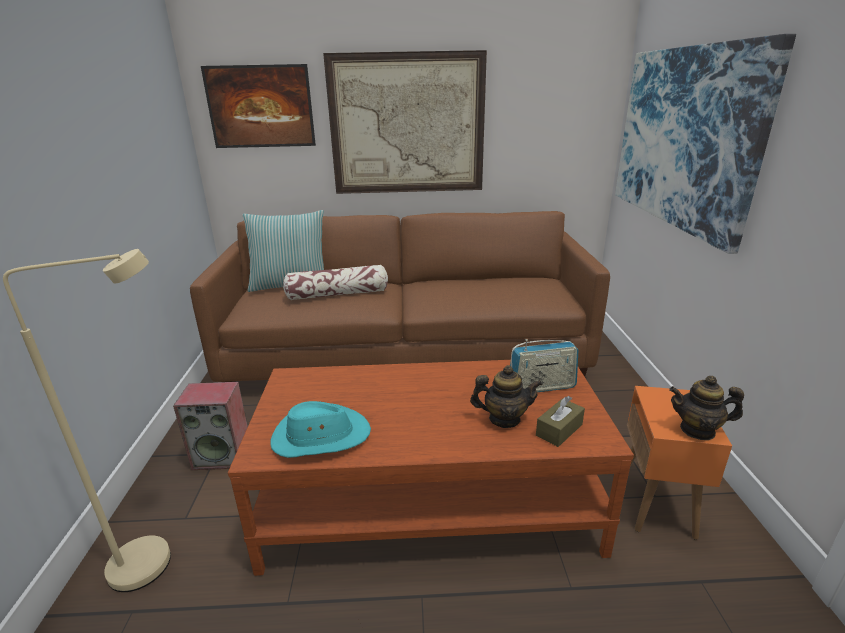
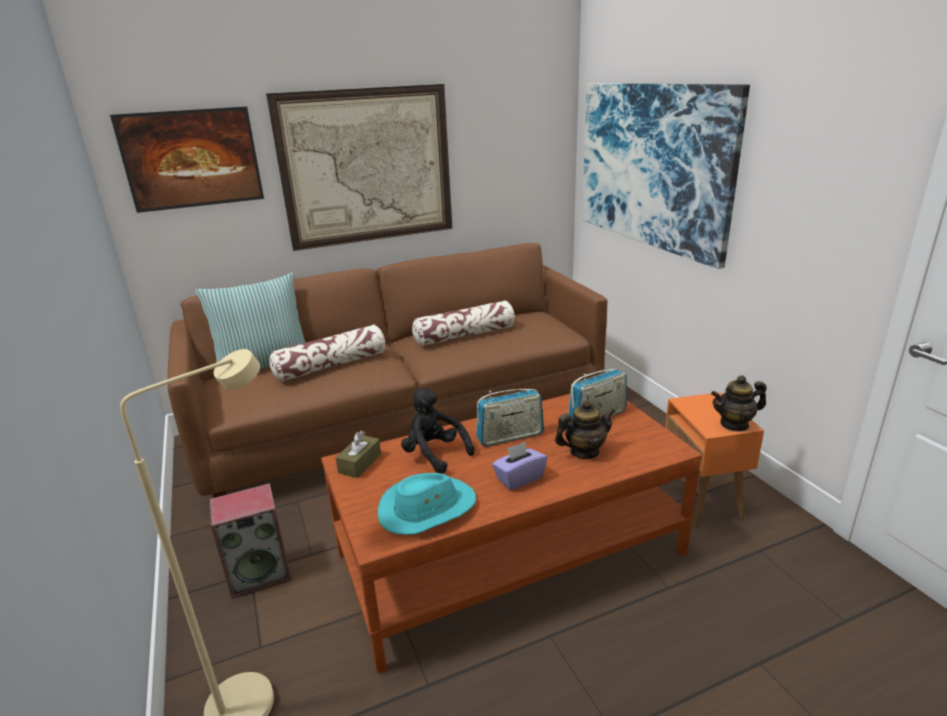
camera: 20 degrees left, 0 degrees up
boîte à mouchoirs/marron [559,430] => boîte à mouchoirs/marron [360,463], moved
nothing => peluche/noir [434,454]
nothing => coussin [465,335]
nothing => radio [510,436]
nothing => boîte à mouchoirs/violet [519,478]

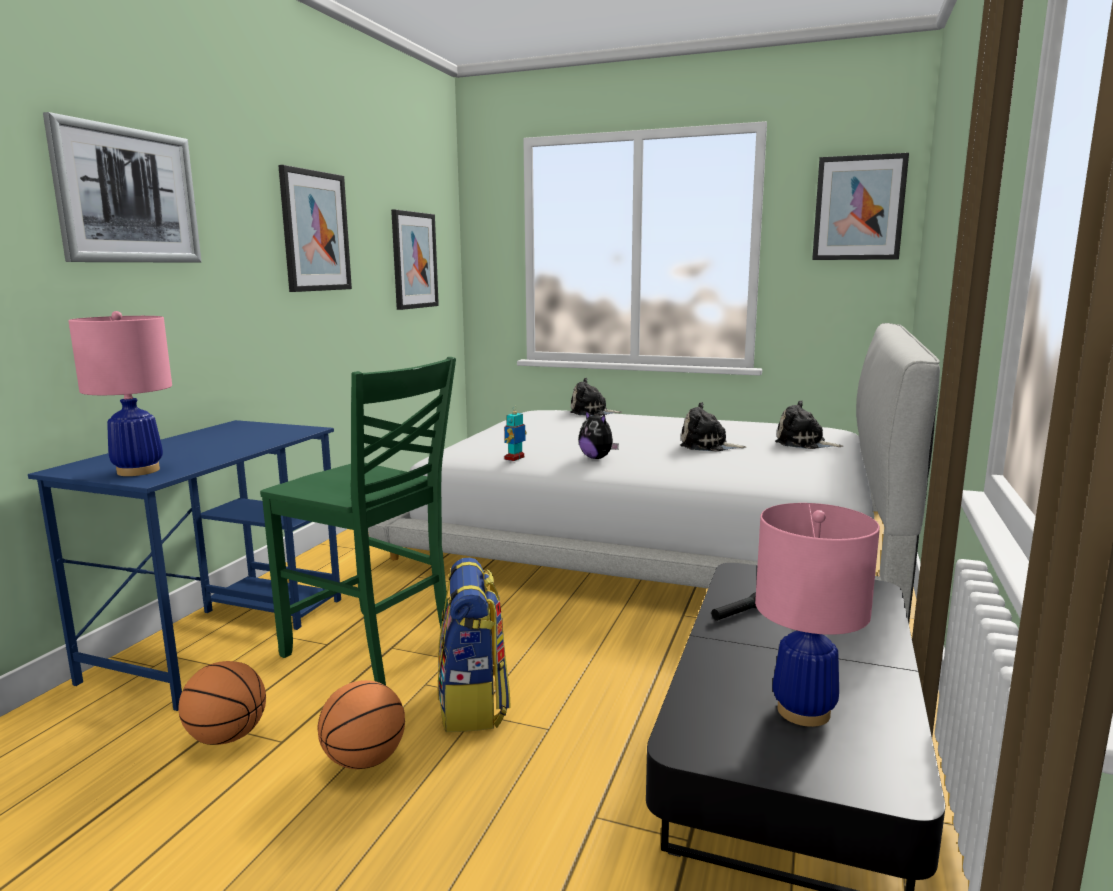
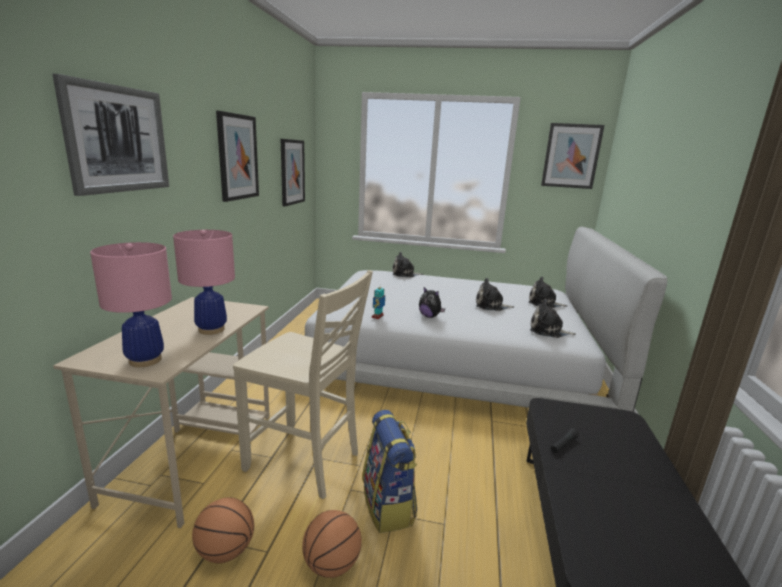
camera: 10 degrees left, 5 degrees up
bureau/bleu [223,637] => bureau/beige [195,454]
chaise/vert [372,651] => chaise/beige [305,461]
lampe de table/rose [803,711] => lampe de table/rose [211,329], moved
nothing => peluche [548,331]

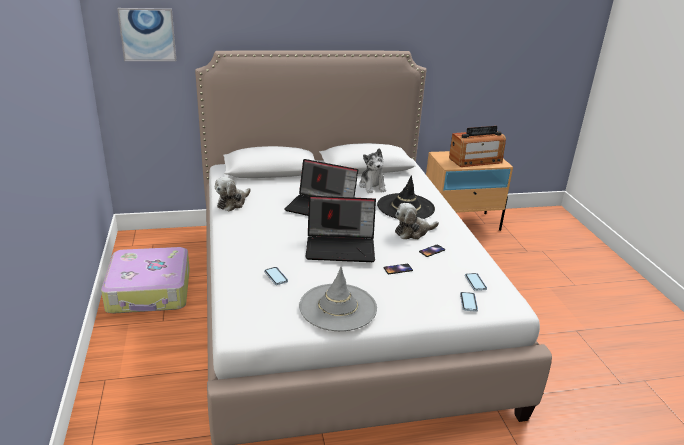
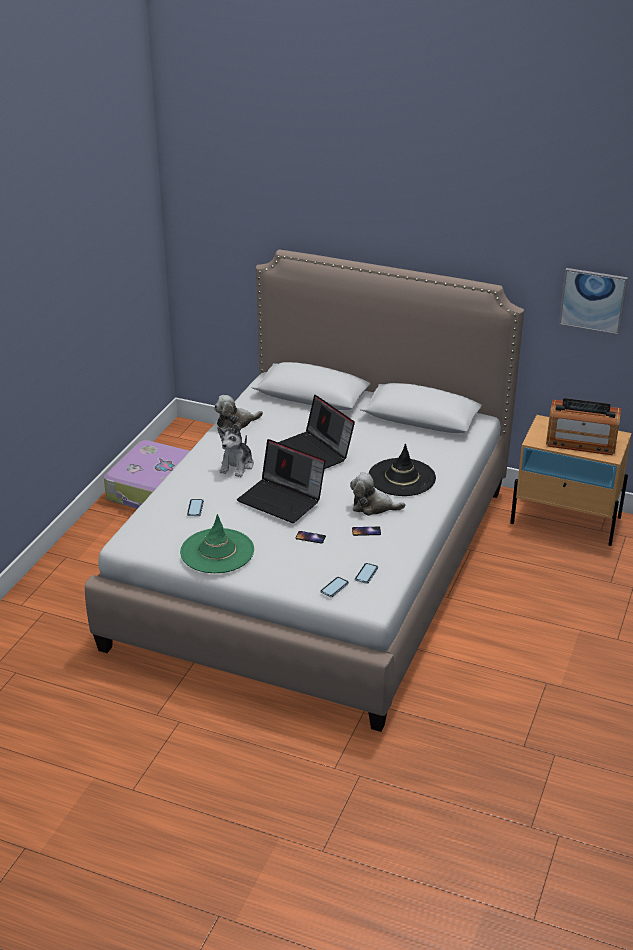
camera: 35 degrees right, 5 degrees up
tableau [147,34] => tableau [593,300], moved
chapeau/gris [338,307] => chapeau/vert [217,551]
peluche [372,186] => peluche [237,466], moved

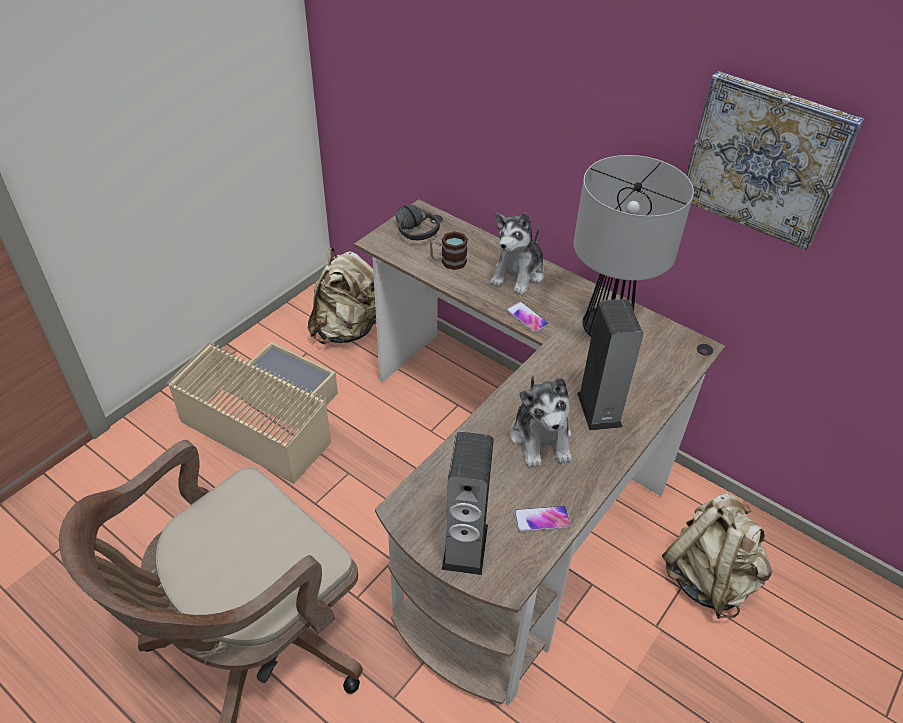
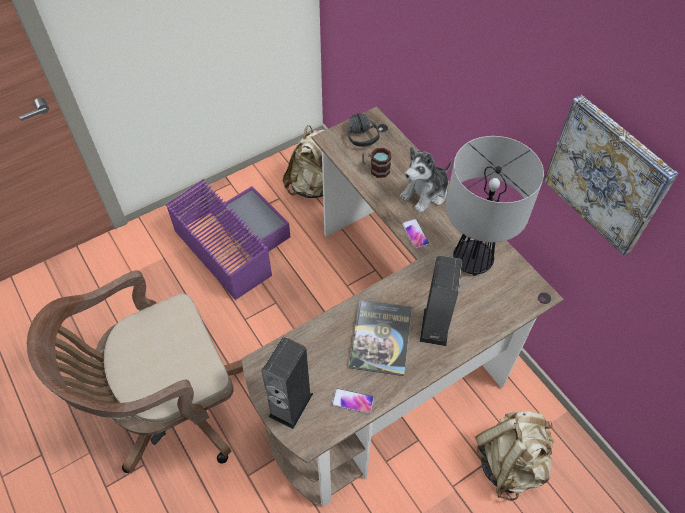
camera: 20 degrees right, 10 degrees up
boîte de rangement/beige [264,419] => boîte de rangement/violet [232,244]
peluche [541,438] => livre [380,338]

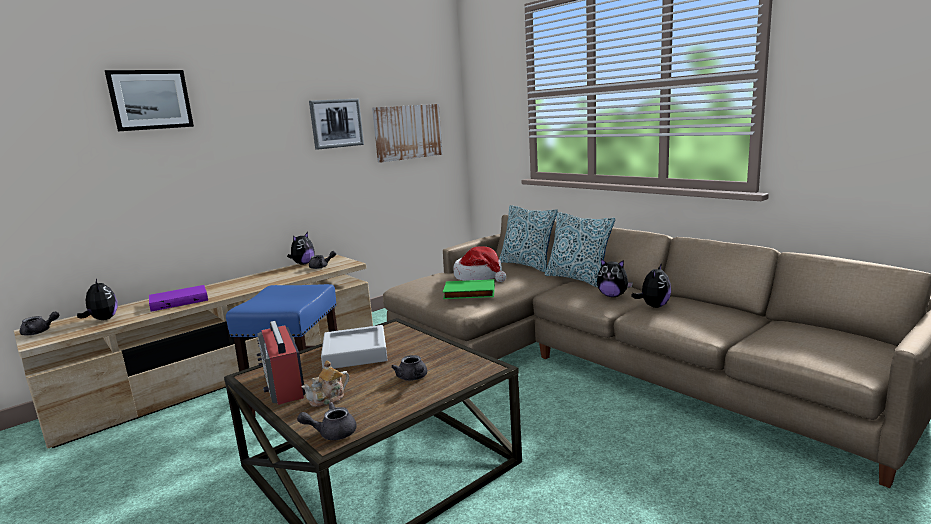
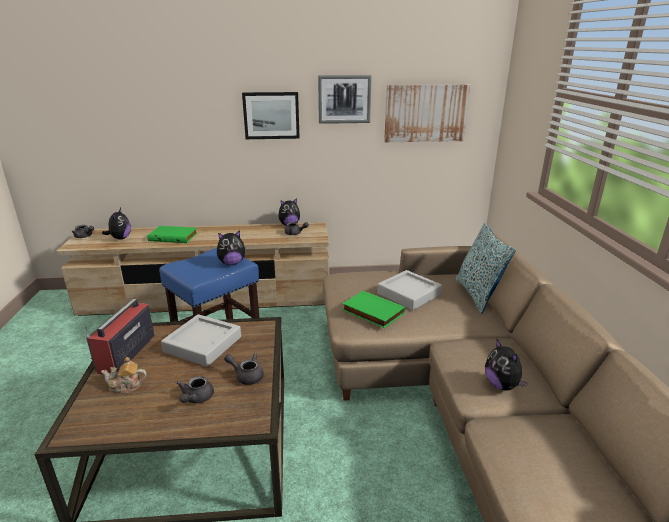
camera: 35 degrees right, 10 degrees up
tableau [150,100] => tableau [271,115], moved
livre/violet [179,301] => livre/vert [174,236]
théière/gris [332,433] => théière/gris [246,376], moved
chapeau [479,277] => plateau/gris [409,294]
coussin [578,279] => nothing
peluche [653,306] => peluche [232,263], moved

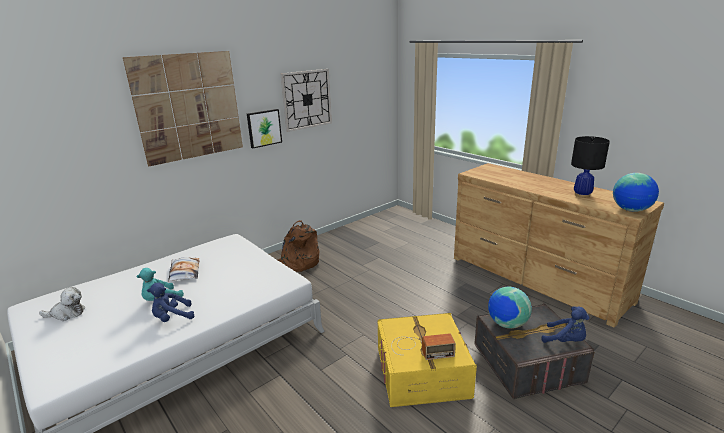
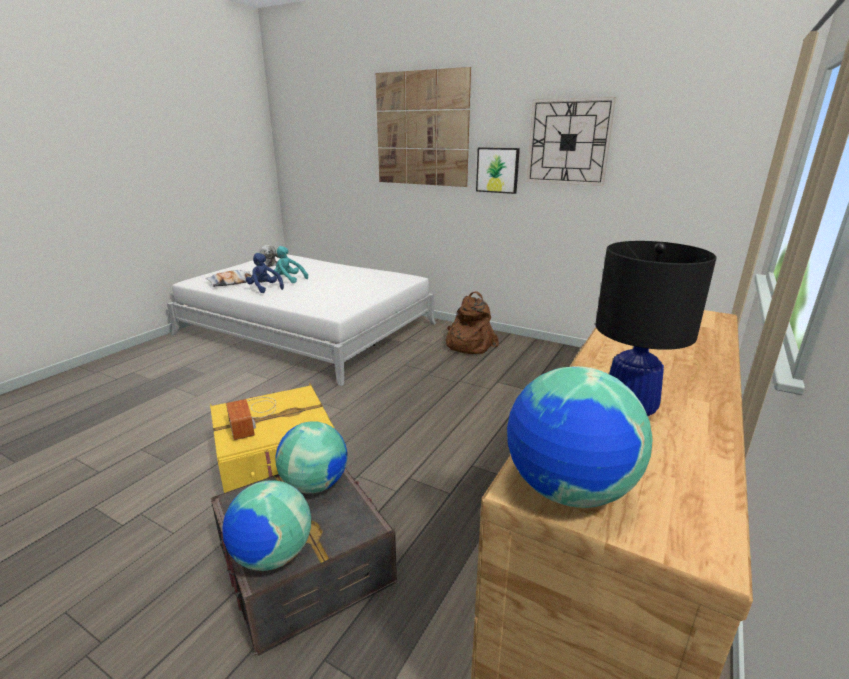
camera: 70 degrees right, 0 degrees up
coussin [184,272] => coussin [232,282], moved
peluche/bleu [565,340] => globe [272,556]

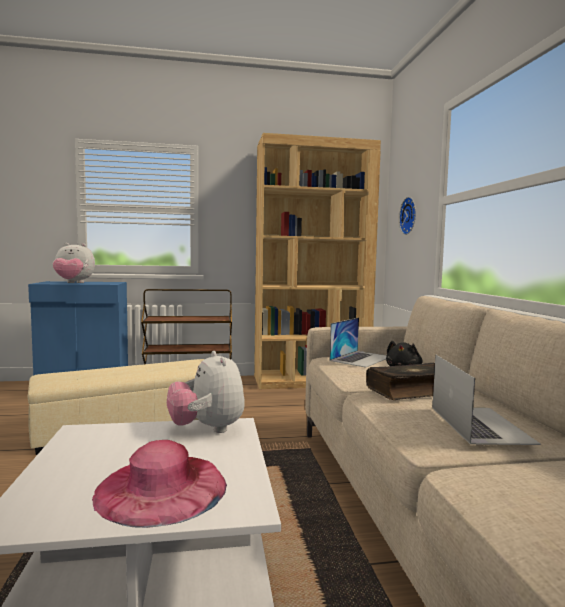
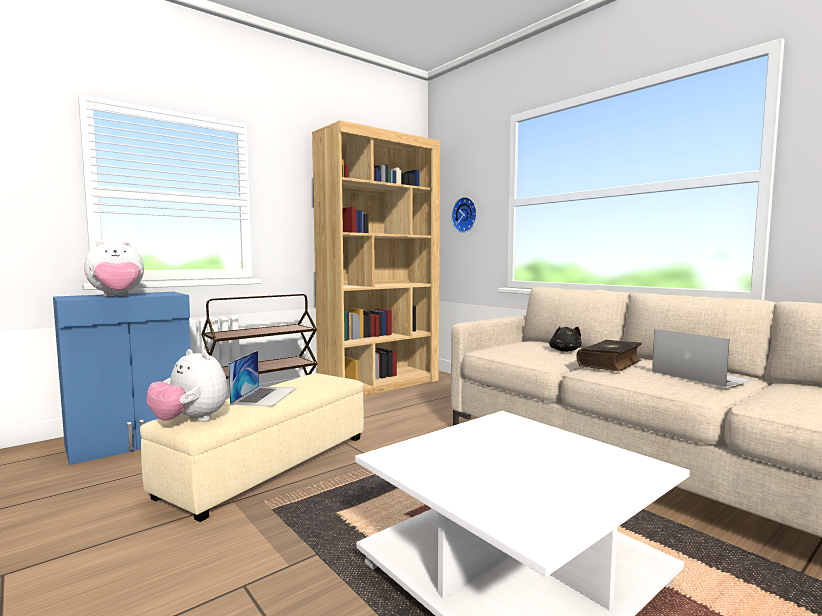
camera: 30 degrees left, 0 degrees up
chapeau/rose [161,488] => nothing
peluche [207,429] => peluche [190,421], moved
ordinateur portable [361,358] => ordinateur portable [264,396], moved

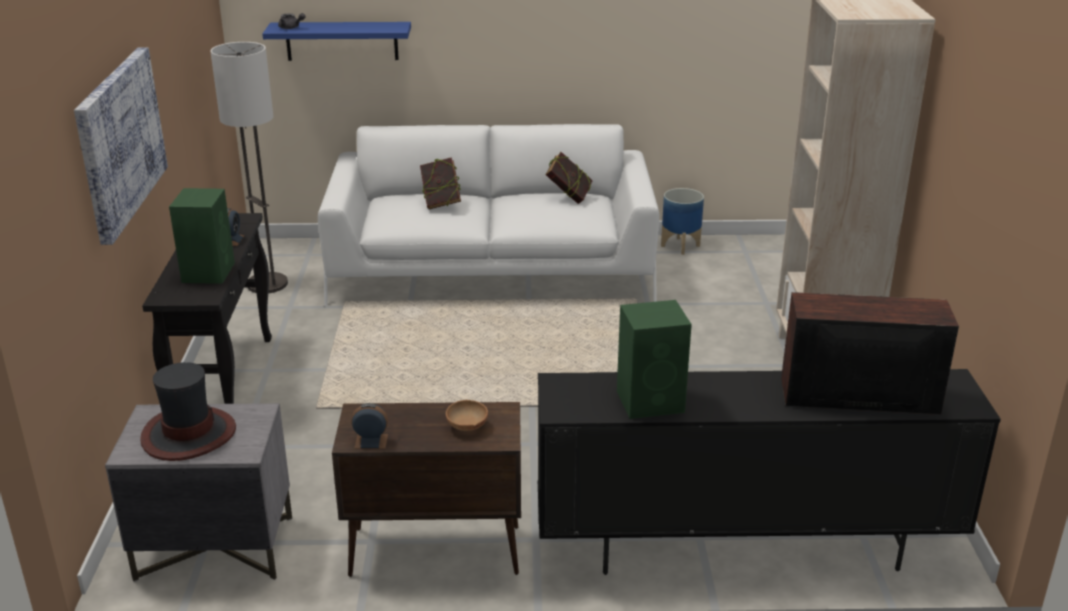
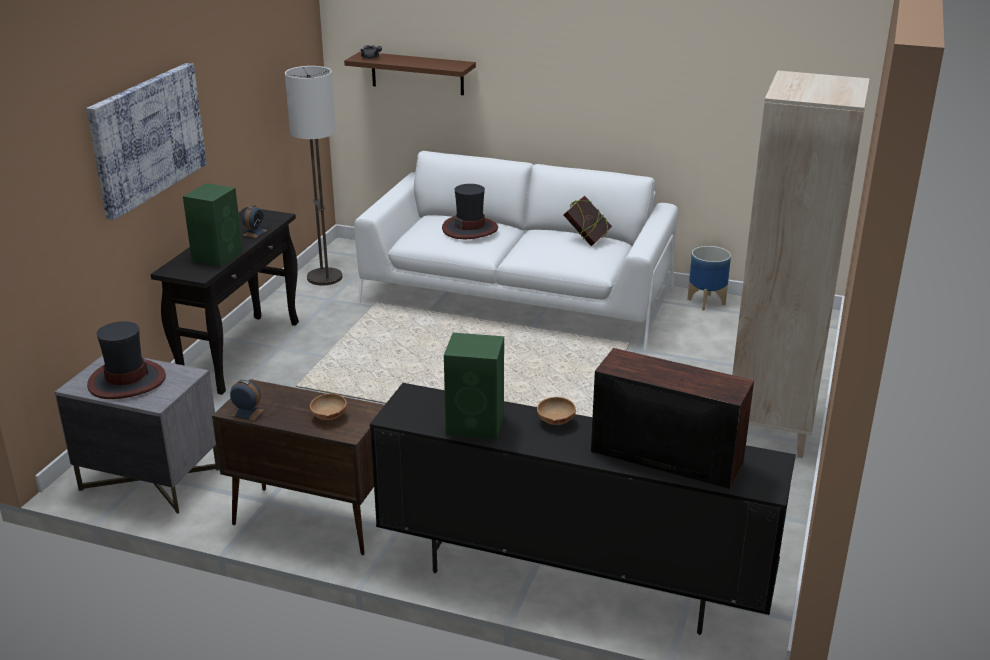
camera: 20 degrees right, 0 degrees up
étagère/bleu [342,41] => étagère/marron [417,73]
livre [441,204] => chapeau [470,229]
nothing => bol/marron [555,422]

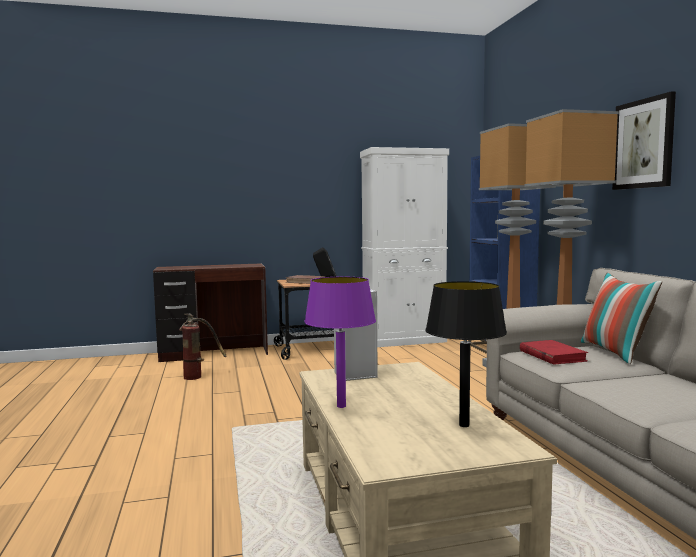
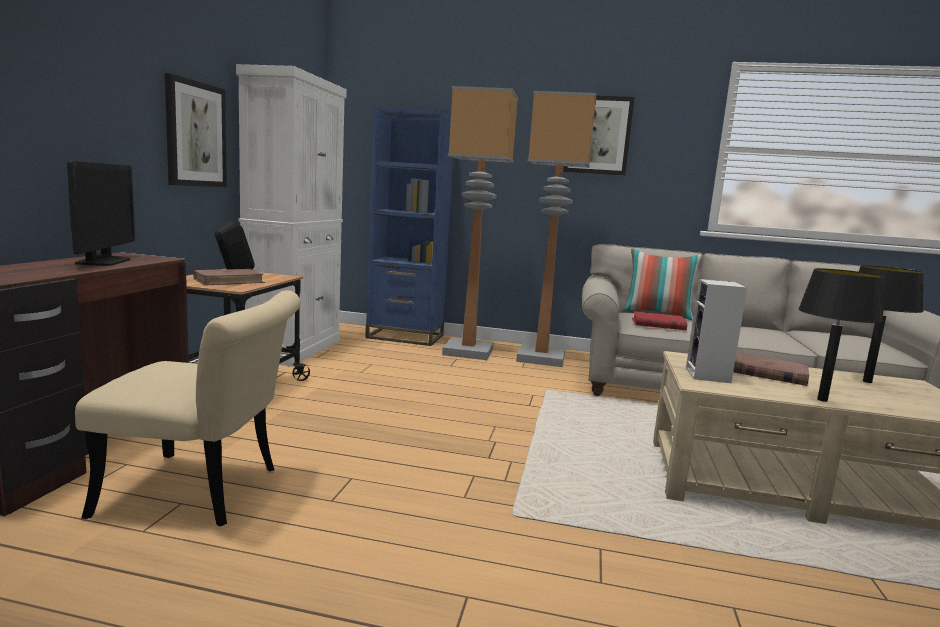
camera: 65 degrees left, 5 degrees up
extincteur [199,375] => chaise/beige [204,492]
lampe de table/violet [341,406] => lampe de table/noir [822,400]
nothing => écran d'ordinateur [103,261]
nothing => tableau [195,134]
nothing => livre/marron [768,373]

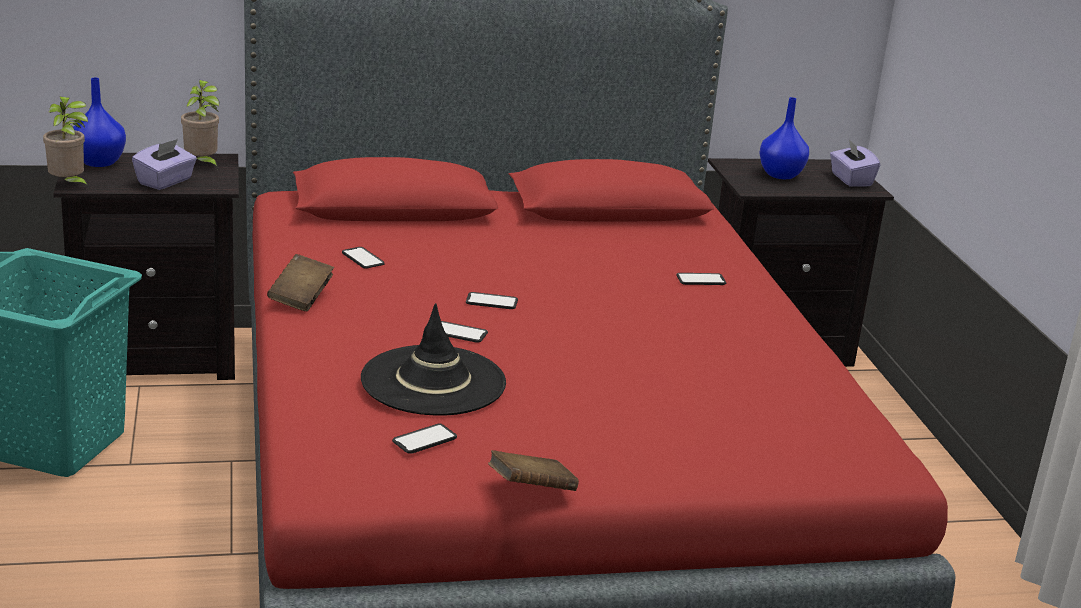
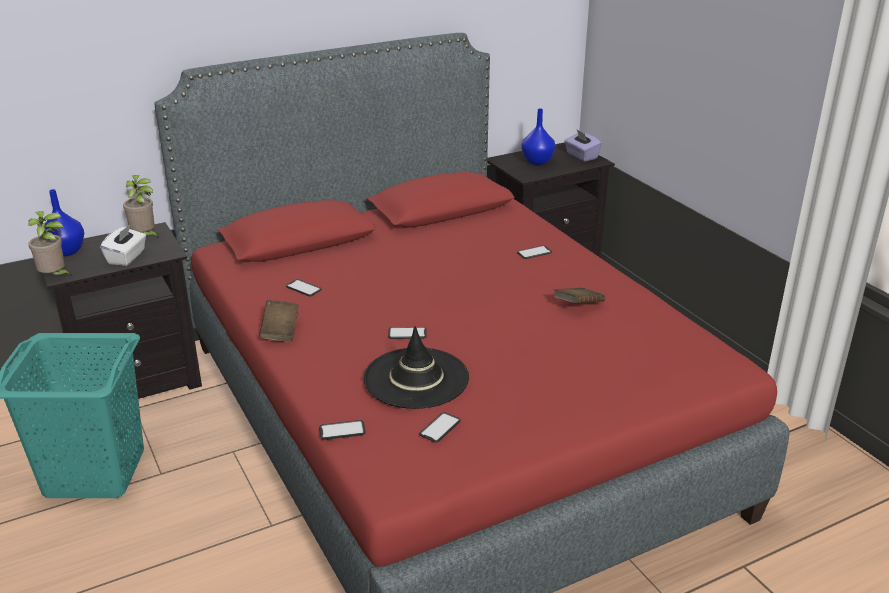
camera: 15 degrees left, 5 degrees up
boîte à mouchoirs/violet [165,182] => boîte à mouchoirs/blanc [127,257]
téléphone [491,302] => téléphone [342,430], moved
livre/marron [531,489] => livre/marron [578,306], moved

